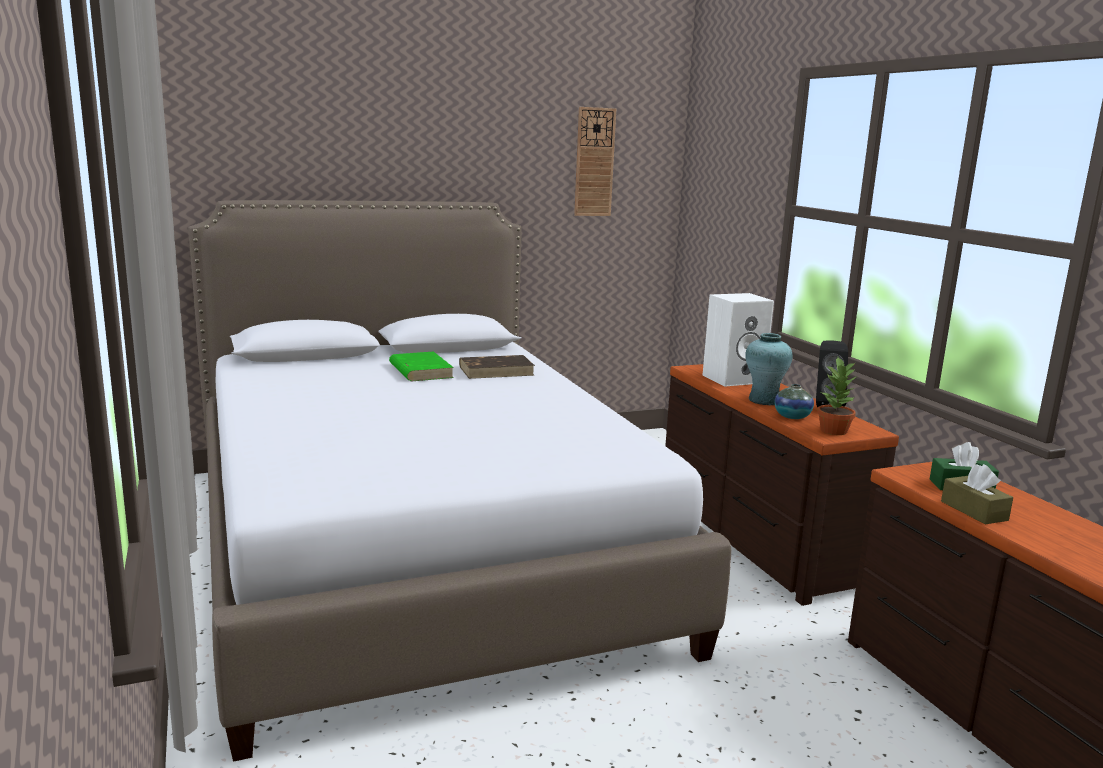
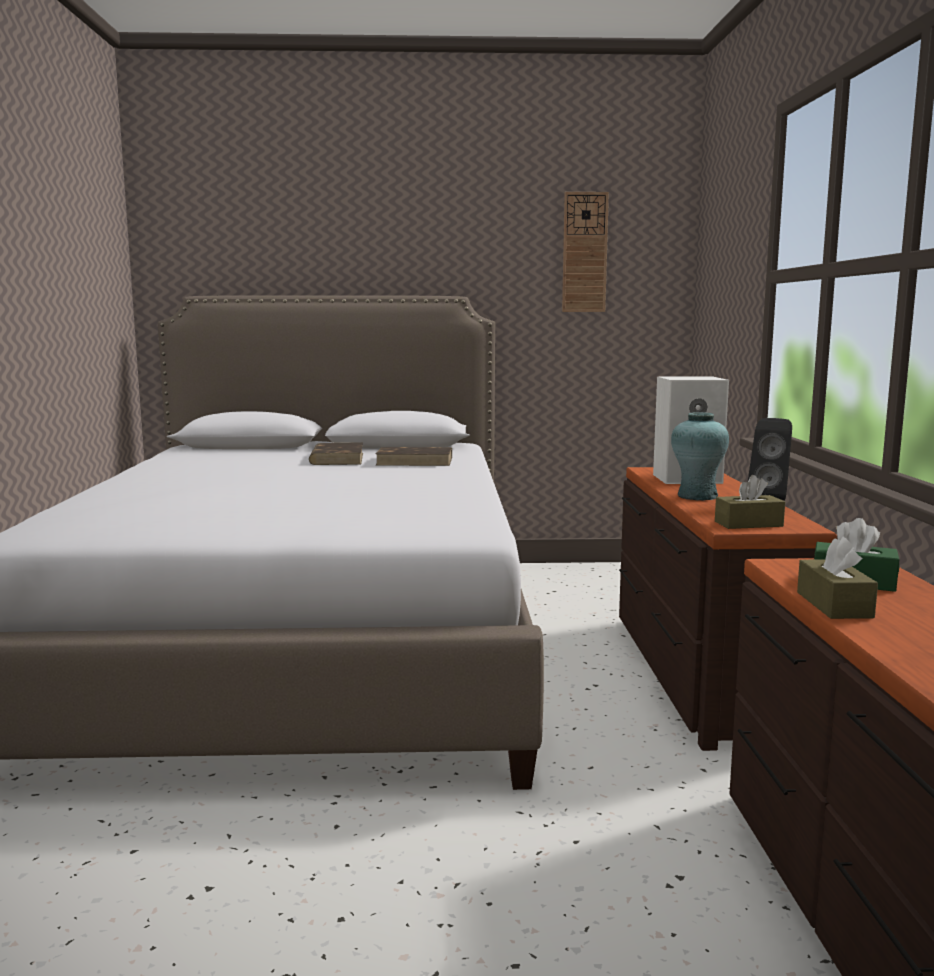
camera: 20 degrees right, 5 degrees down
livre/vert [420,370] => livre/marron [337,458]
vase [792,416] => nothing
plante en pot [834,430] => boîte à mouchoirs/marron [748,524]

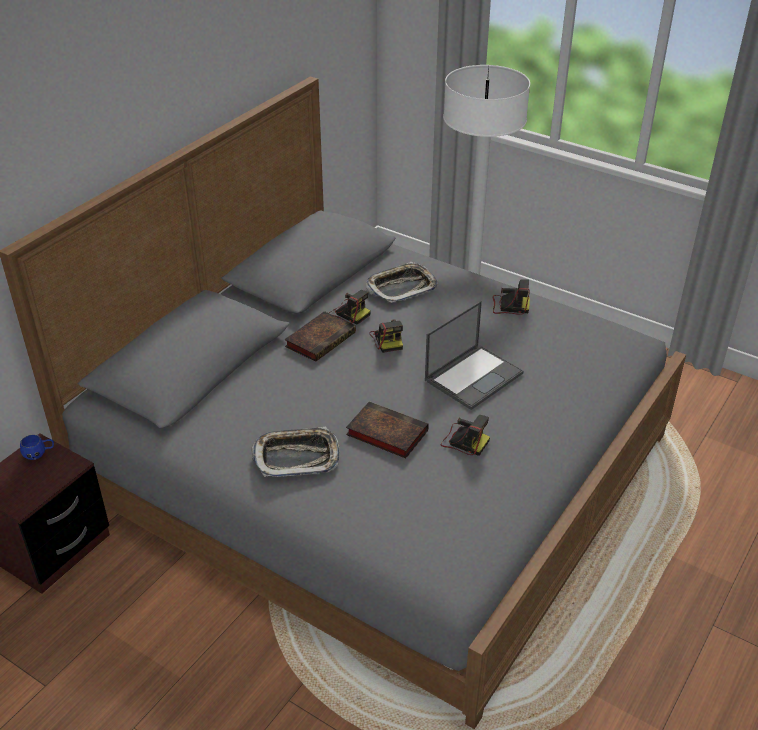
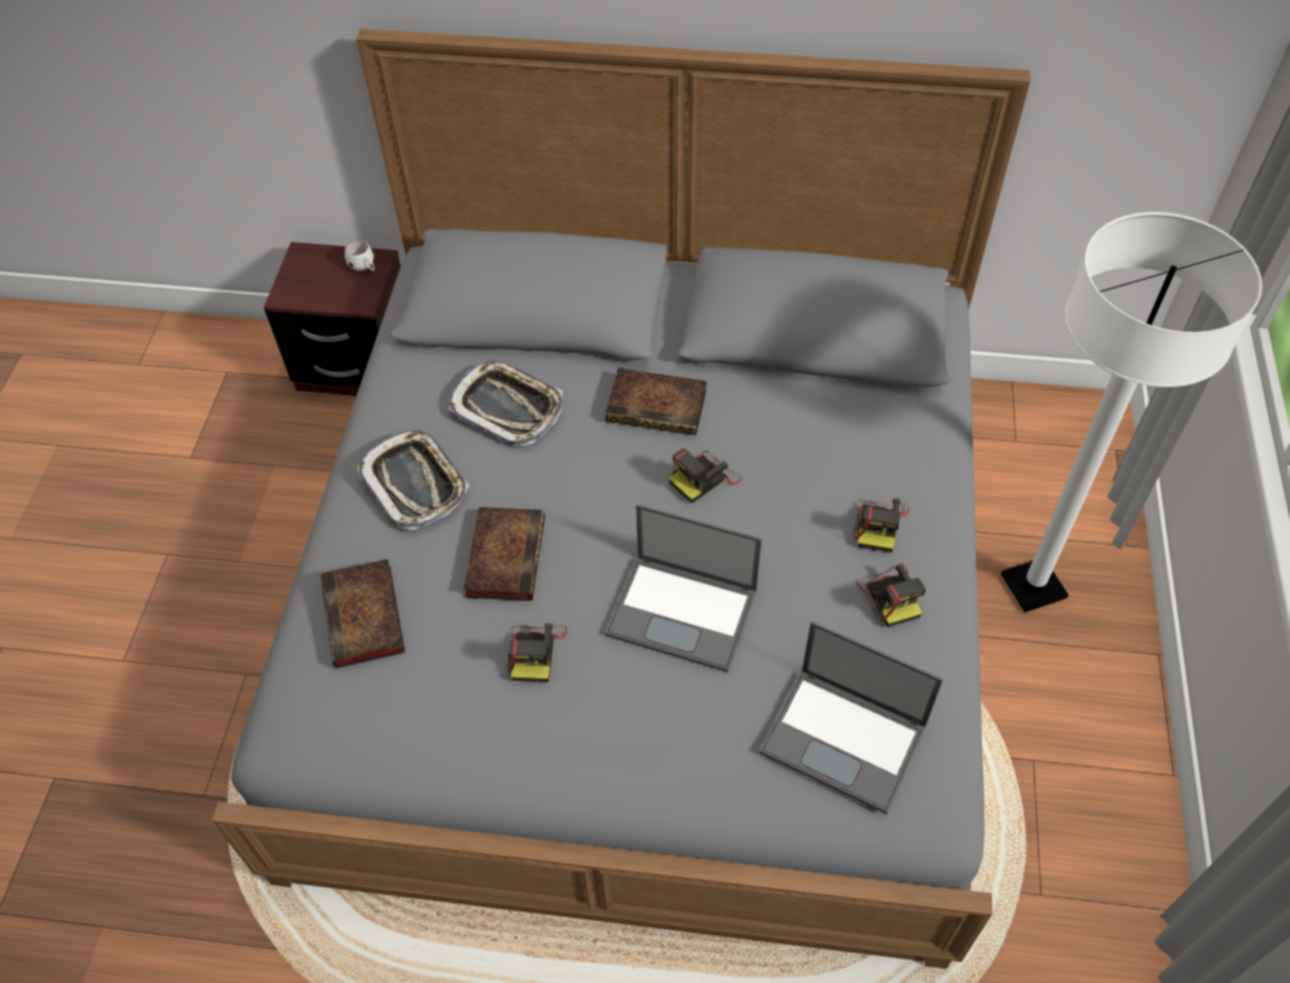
camera: 65 degrees right, 15 degrees up
mug/bleu [39,454] => mug/blanc [364,267]
appareil photo [349,313] => appareil photo [879,524], moved
plateau [401,287] => plateau [508,407], moved
nothing => livre [365,619]
nothing => ordinateur portable [845,739]

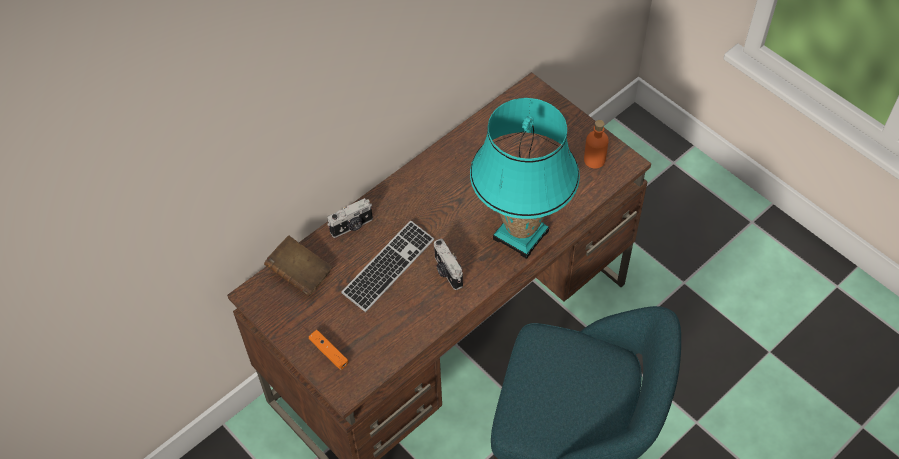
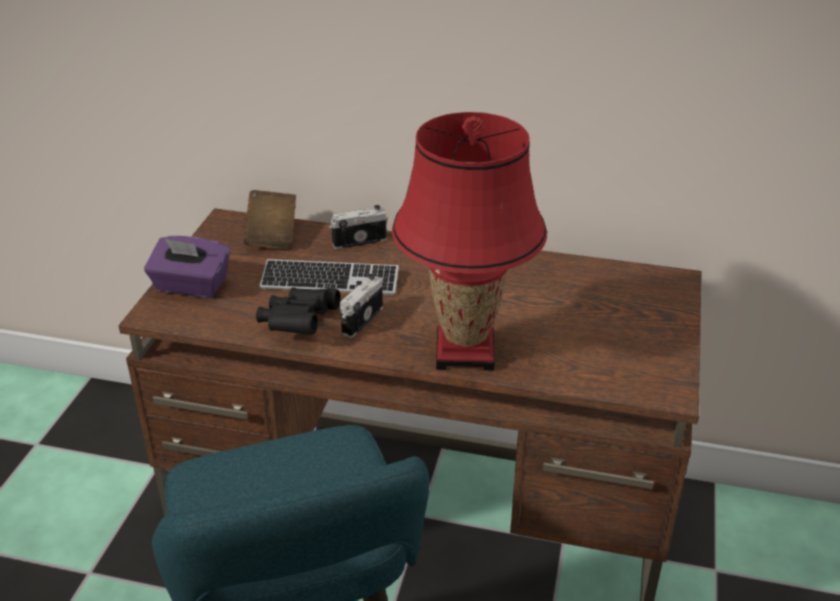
camera: 55 degrees right, 20 degrees down
manette/orange [329,352] => boîte à mouchoirs/violet [191,286]
appareil photo [352,226] => appareil photo [358,240], 135 degrees clockwise
lampe de table/turquoise [521,234] => lampe de table/rouge [465,351]
bouteille/orange [594,160] => nothing
nothing => jumelles/noir [299,324]

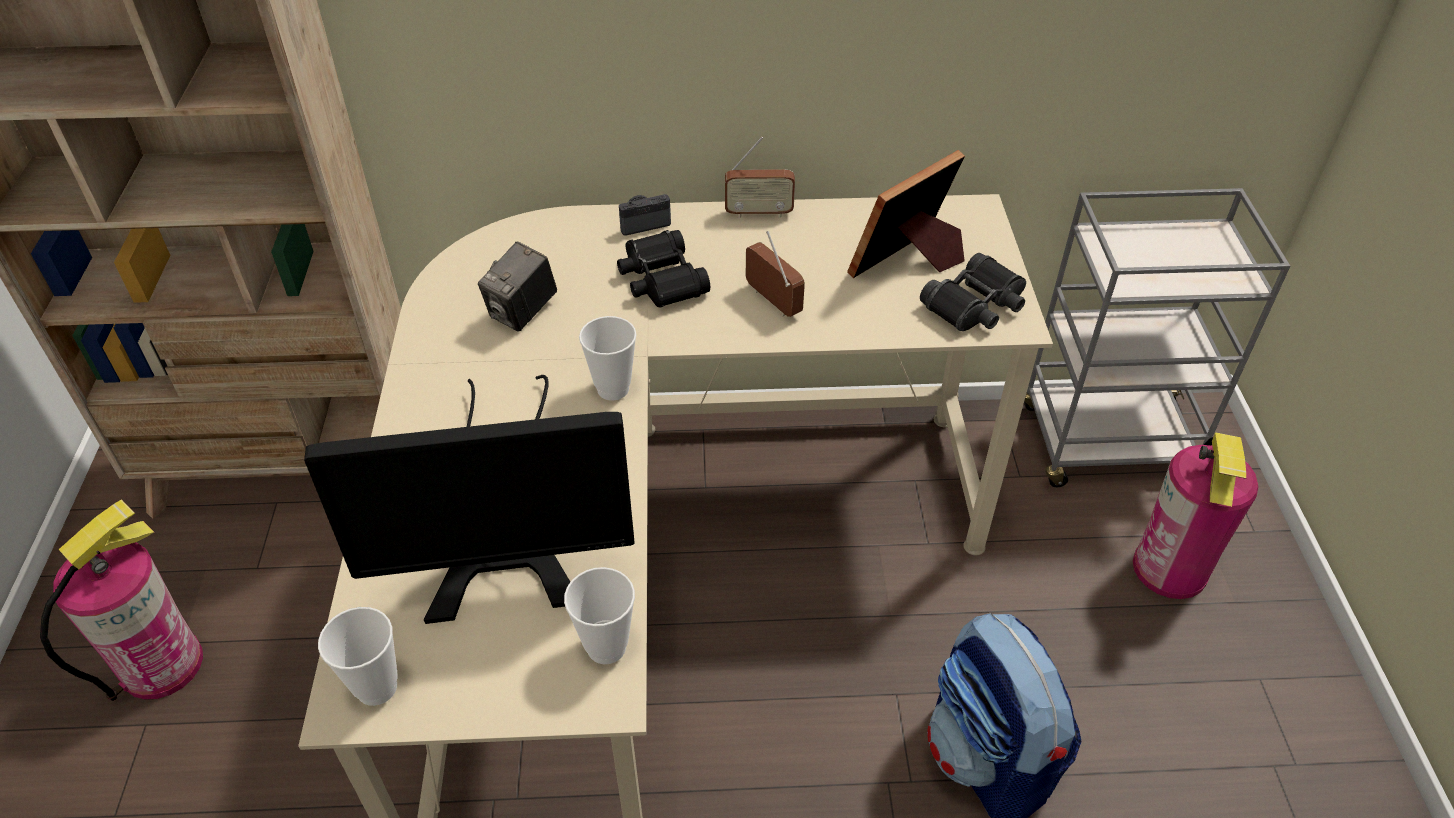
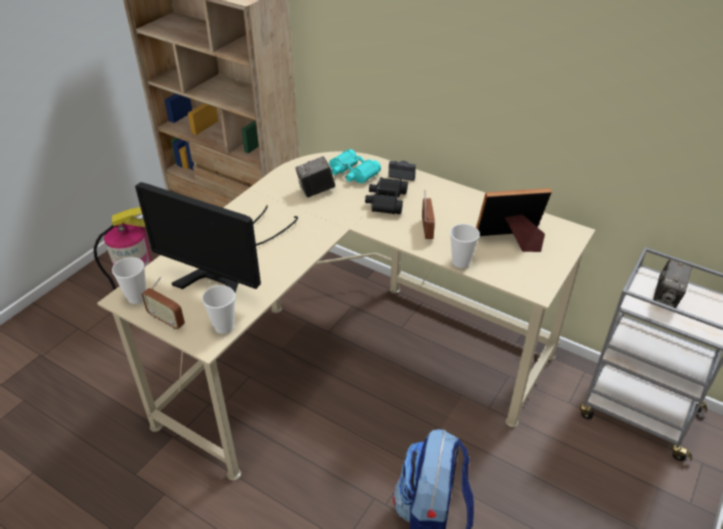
camera: 35 degrees right, 5 degrees down
tasse [613,389] => tasse [461,262], moved
radio [758,213] => radio [166,320], moved
jumelles/noir [975,305] => nothing
extincteur [1170,568] => nothing
nothing => jumelles/turquoise [353,173]
nothing => appareil photo [666,297]

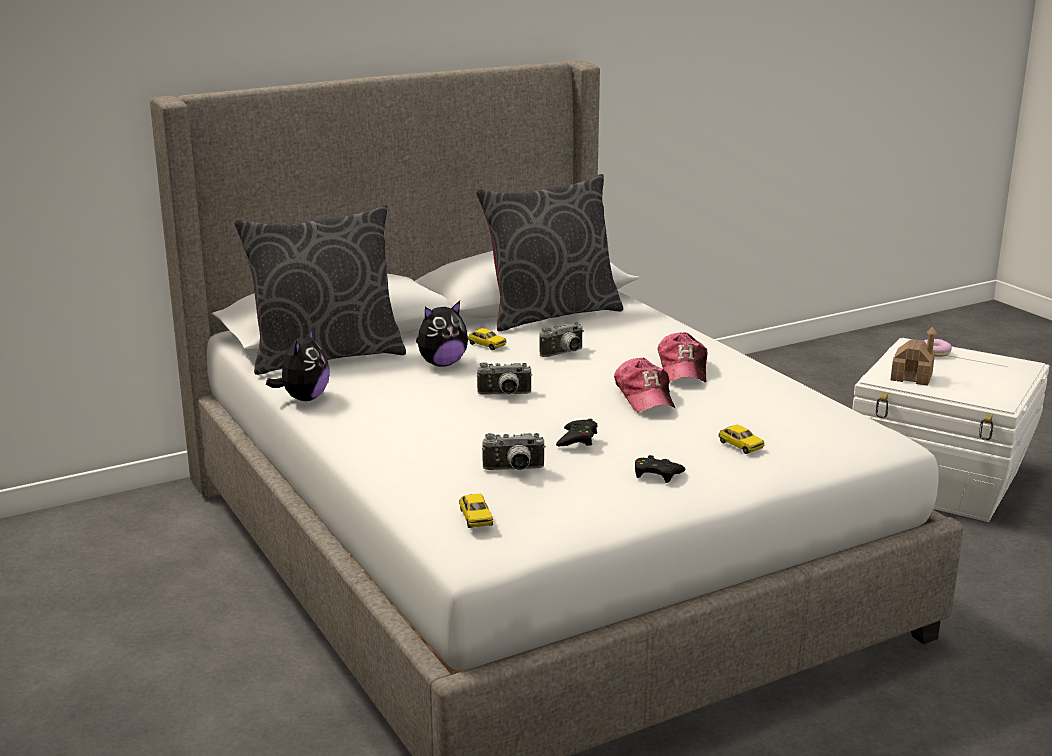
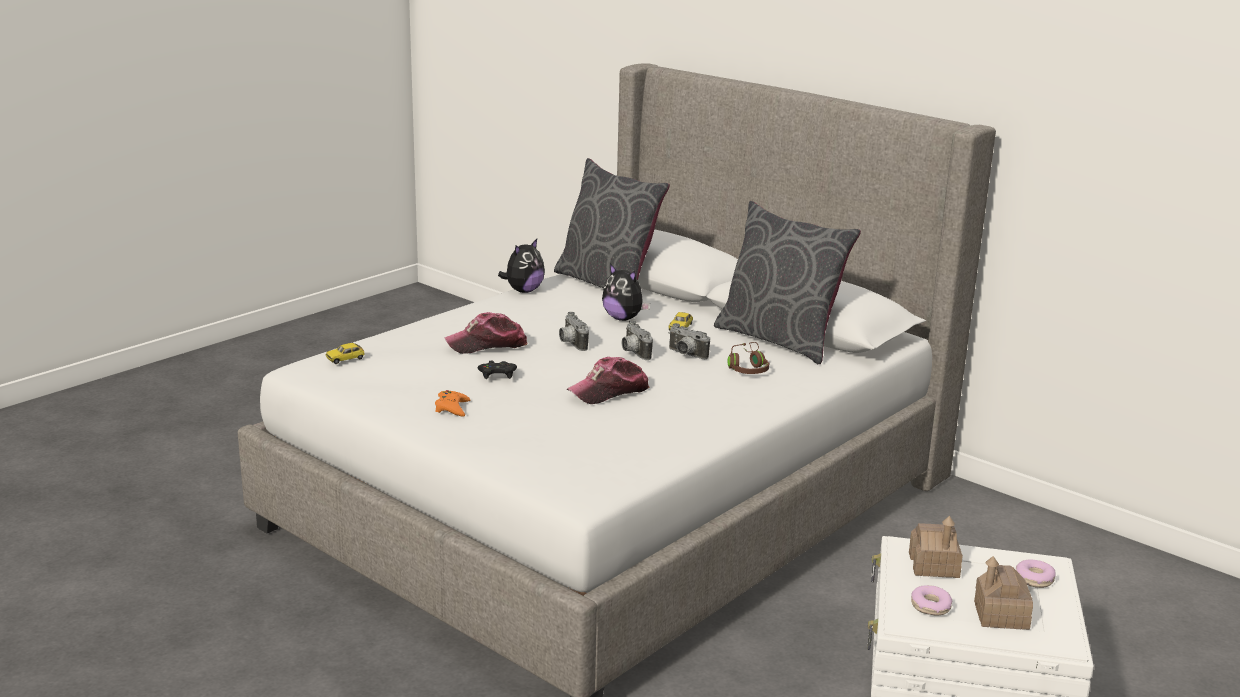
camera: 70 degrees right, 0 degrees up
peluche [304,398] => peluche [523,291], 45 degrees counterclockwise
appareil photo [514,470] => appareil photo [633,353], moved
manette/noir [657,474] => manette/orange [452,408]
casquette [683,369] => casquette [487,344], moved
petite voiture [741,445] => nothing
nothing => casque audio/marron [748,368]
nothing => beignet [930,607]
nothing => maison miniature [1001,615]

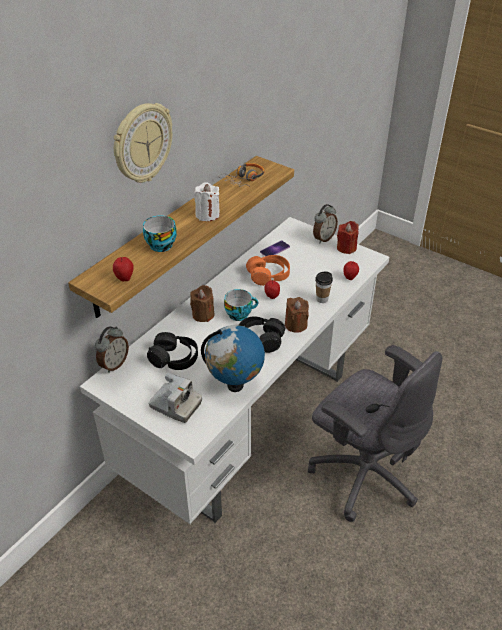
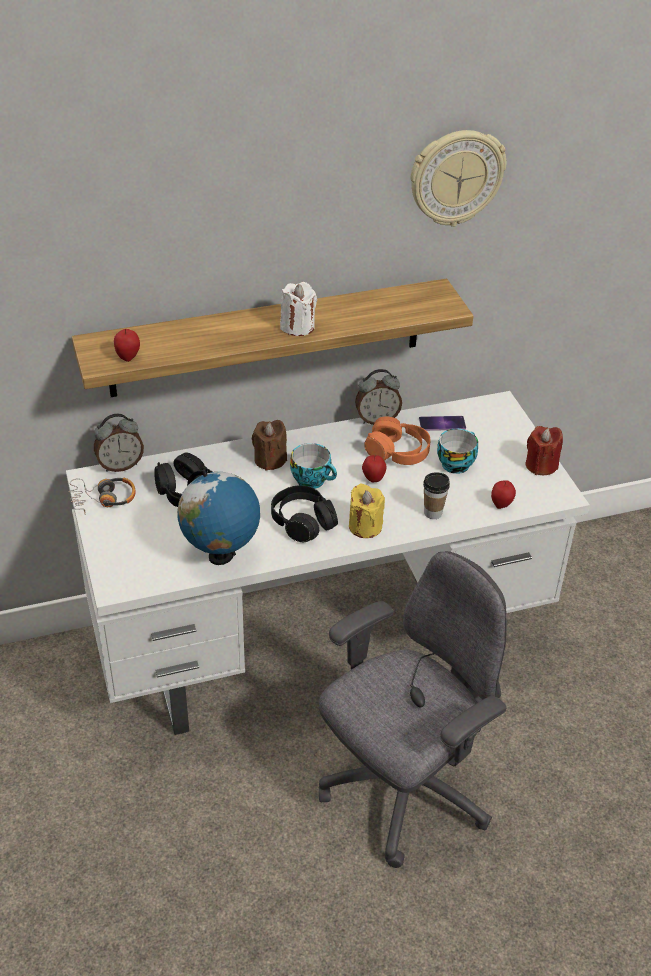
camera: 35 degrees right, 0 degrees up
horloge murale [142,143] => horloge murale [456,177], moved
tasse [160,244] => tasse [455,463], moved
appareil photo [175,405] => nothing
casque audio [244,179] => casque audio [103,499], moved
bougie/marron [296,325] => bougie/jaune [365,526]
chaise de bureau/gris [363,472] => chaise de bureau/gris [403,791], 120 degrees counterclockwise
réveil [323,238] => réveil [377,419], moved

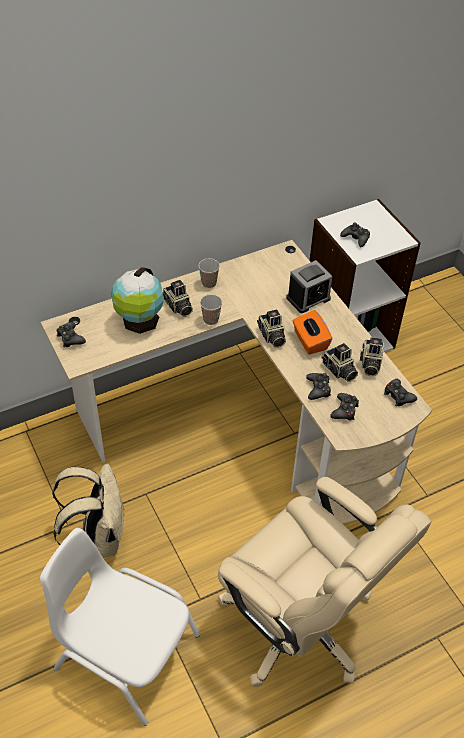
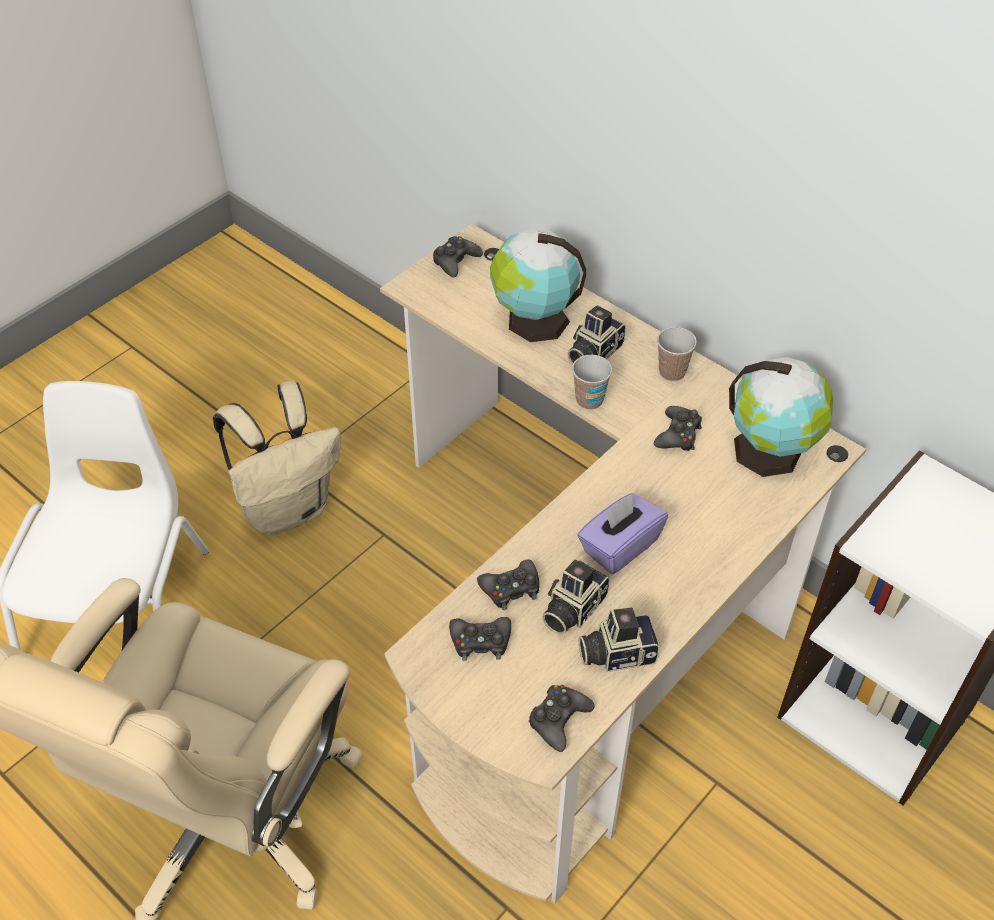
camera: 70 degrees right, 0 degrees up
appareil photo [271,336] => nothing
réveil [308,298] => nothing
boîte à mouchoirs/orange [310,341] => boîte à mouchoirs/violet [619,546]
manette/noir [356,238] => manette/noir [678,435], moved
nothing => globe [771,452]

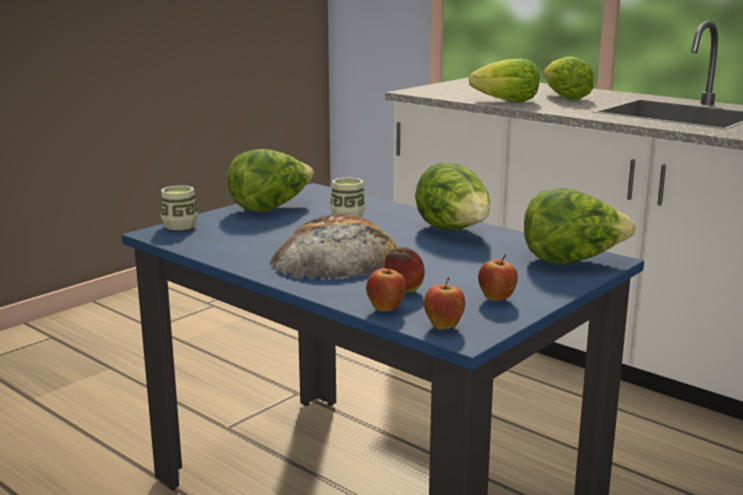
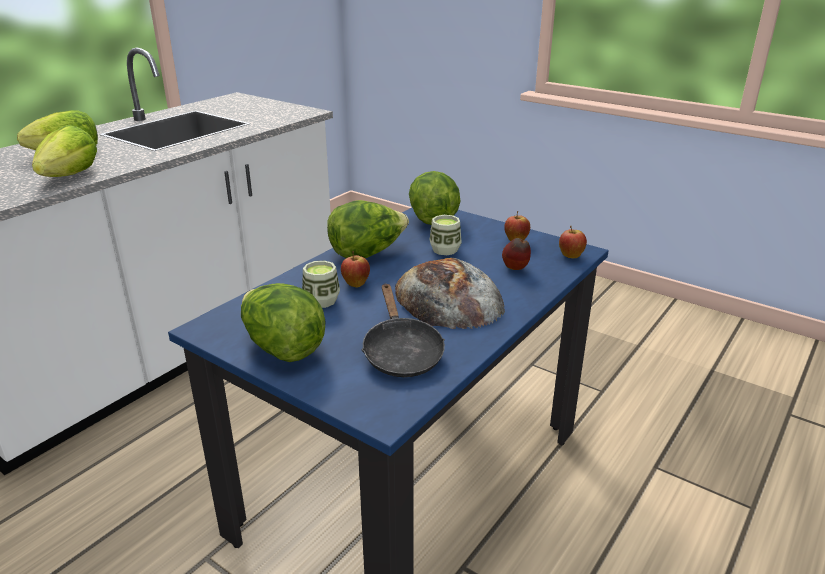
camera: 95 degrees left, 10 degrees up
tasse [180,226] => tasse [445,250], moved
pomme [386,309] => pomme [355,284], moved
nothing => poêle/noir [401,352]

